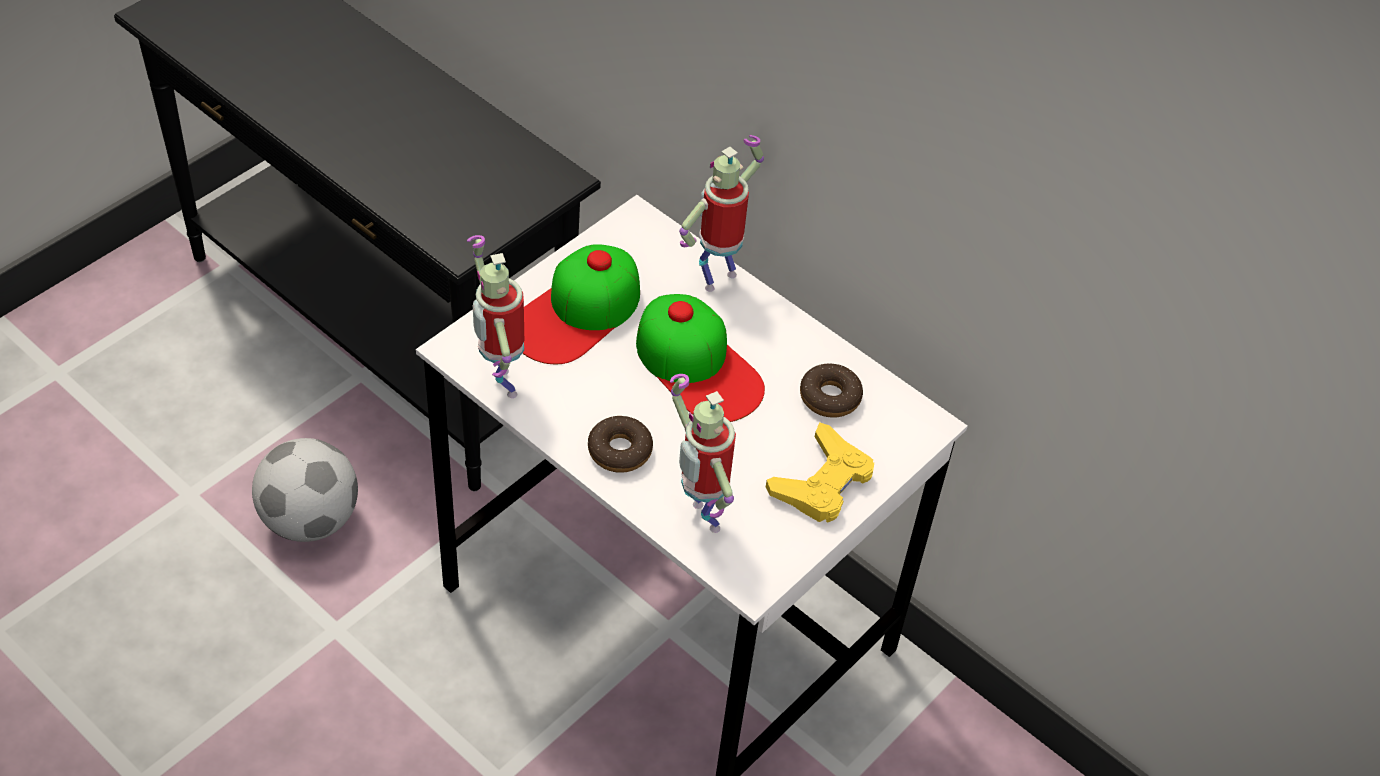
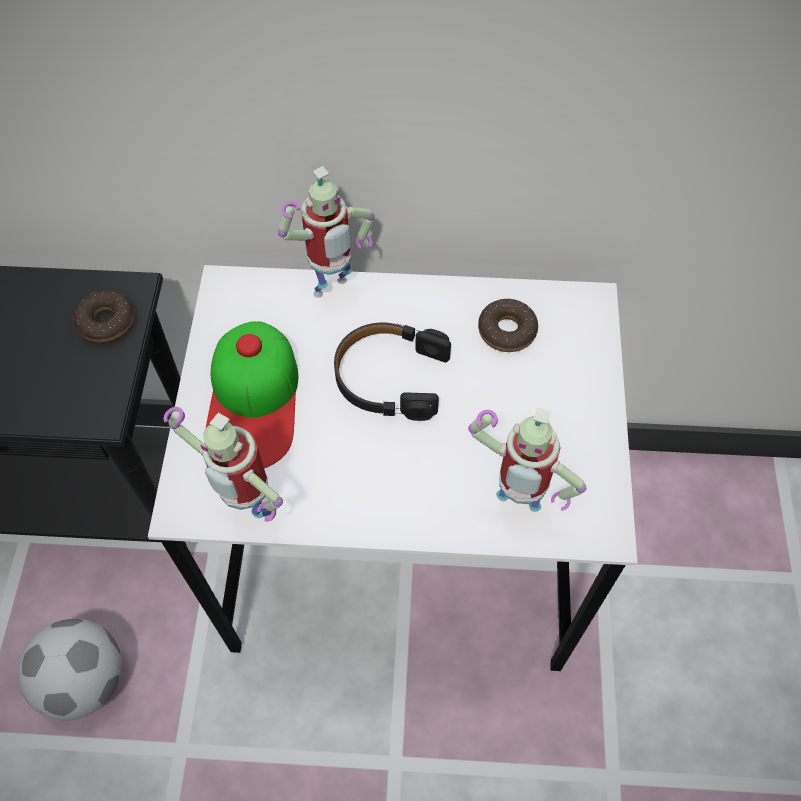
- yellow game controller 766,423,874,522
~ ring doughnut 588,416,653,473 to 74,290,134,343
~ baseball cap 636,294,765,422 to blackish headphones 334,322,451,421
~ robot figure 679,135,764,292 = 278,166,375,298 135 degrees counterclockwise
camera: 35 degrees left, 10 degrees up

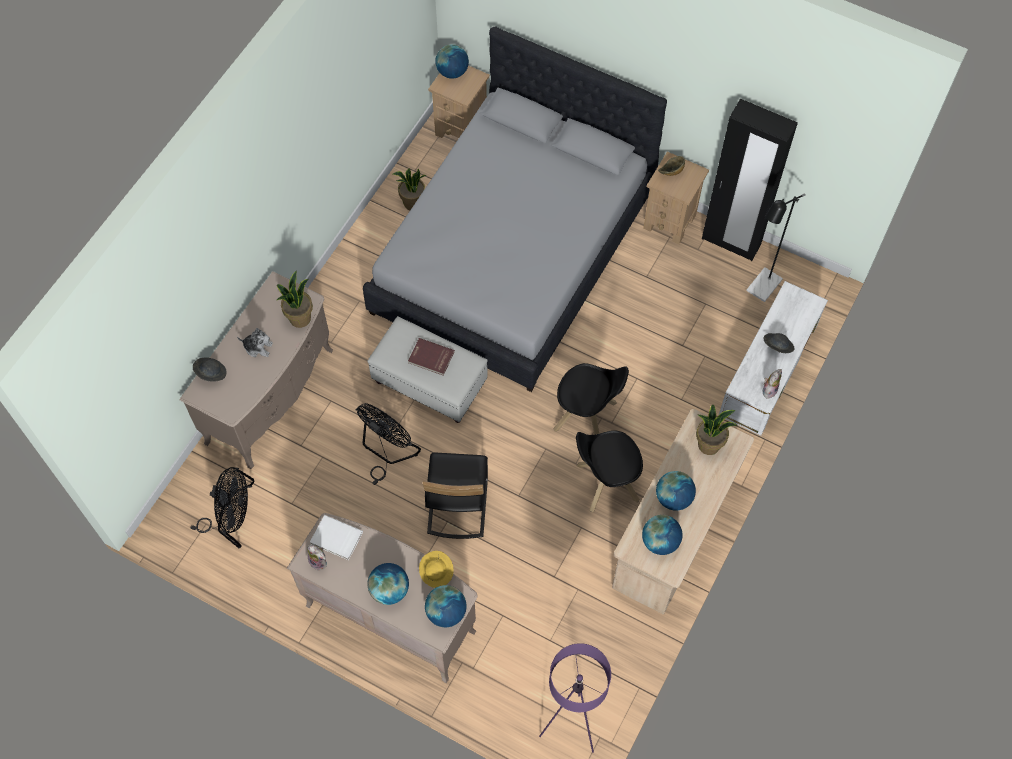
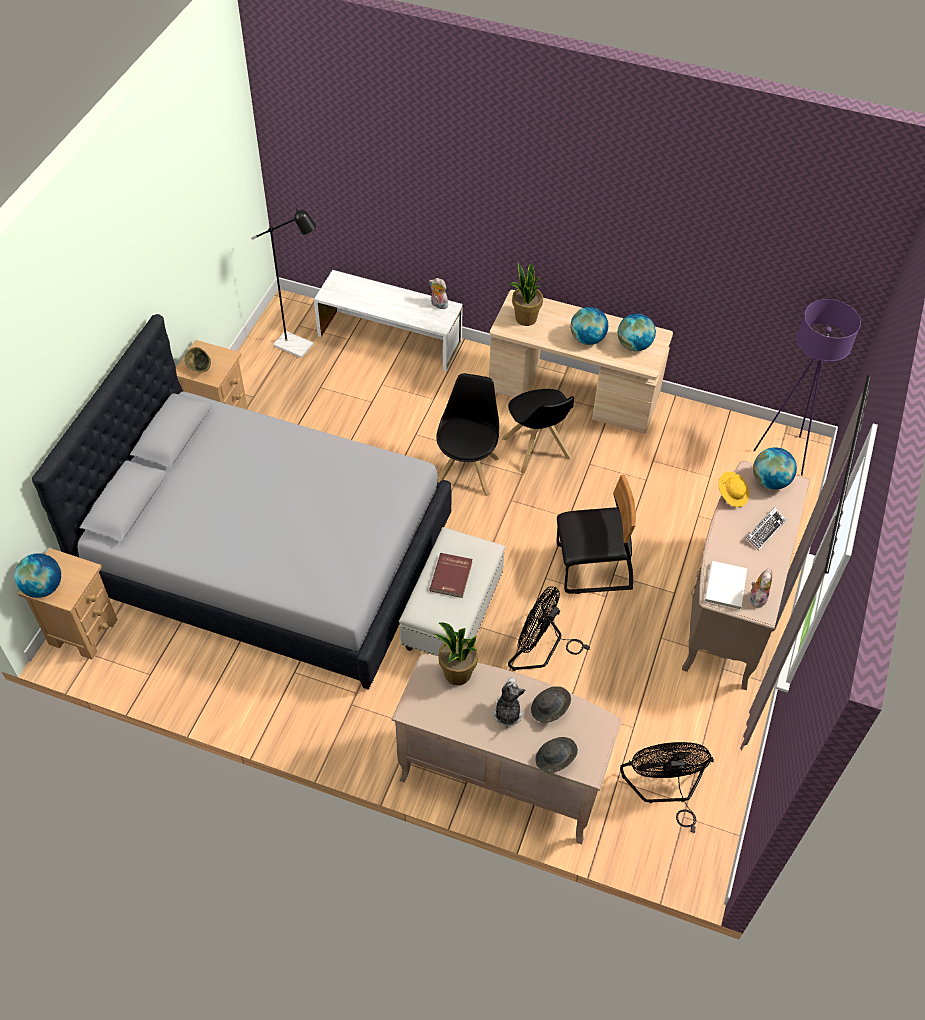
- houseplant 393,168,427,210
- blackish clothes cupboard 702,99,798,261
~ grey hat 763,333,794,353 to 531,686,571,723
~ world globe 367,563,409,605 to keyboard 746,507,787,551
camera: 100 degrees left, 10 degrees down

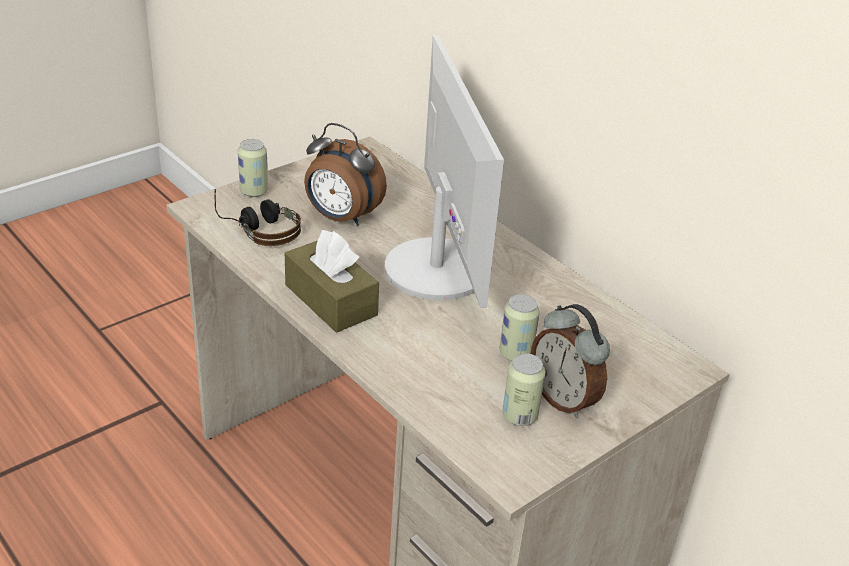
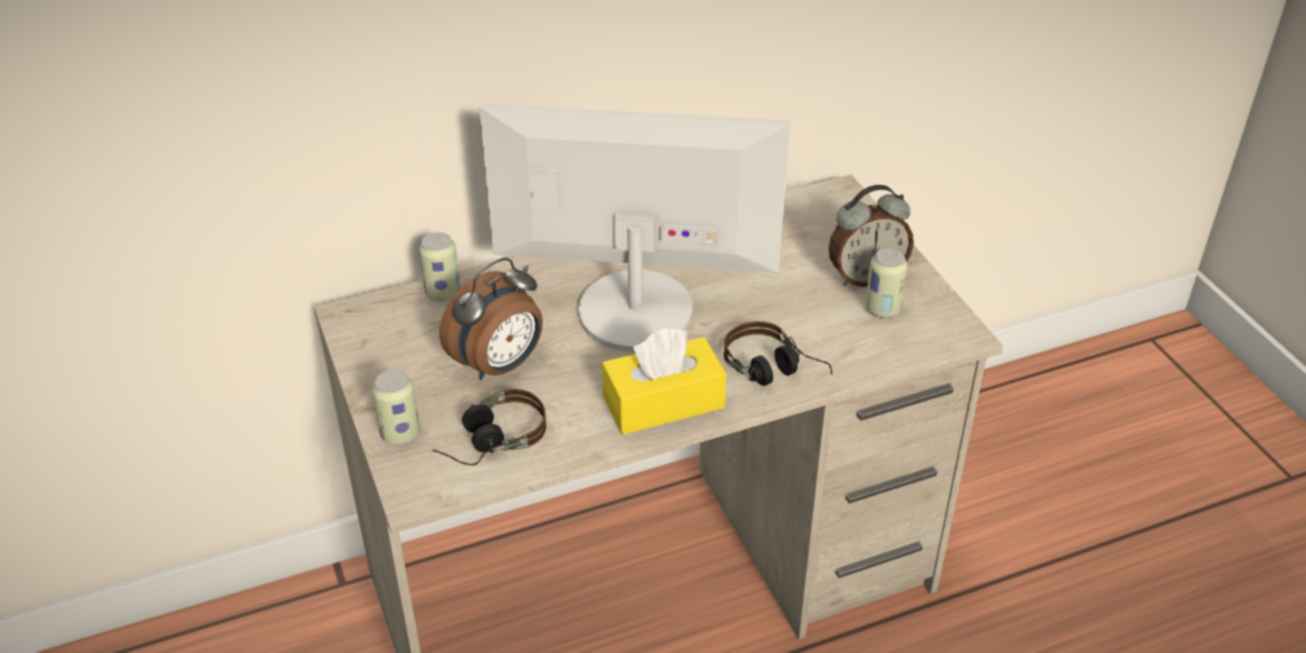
+ headphones 724,321,832,386
~ metal can 499,294,540,361 to 419,232,460,301
~ brown tissue holder 285,230,379,333 to yellow tissue holder 602,328,727,435
camera: 70 degrees left, 5 degrees up

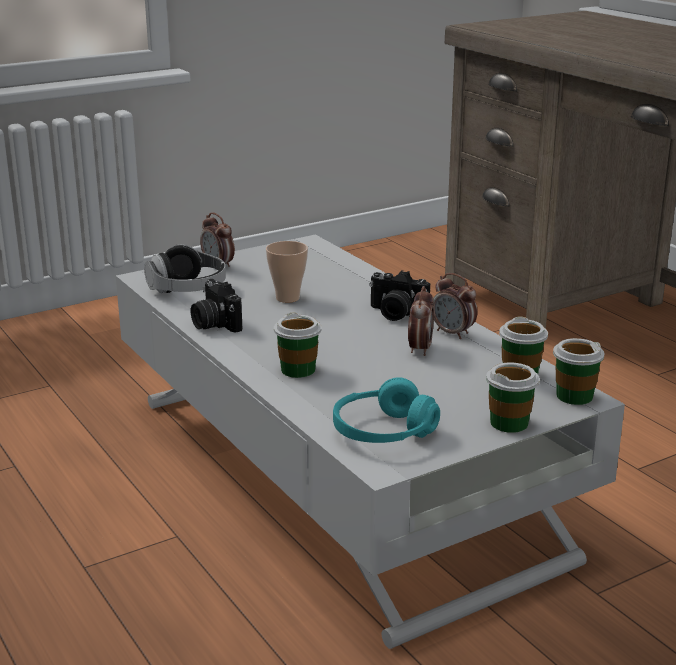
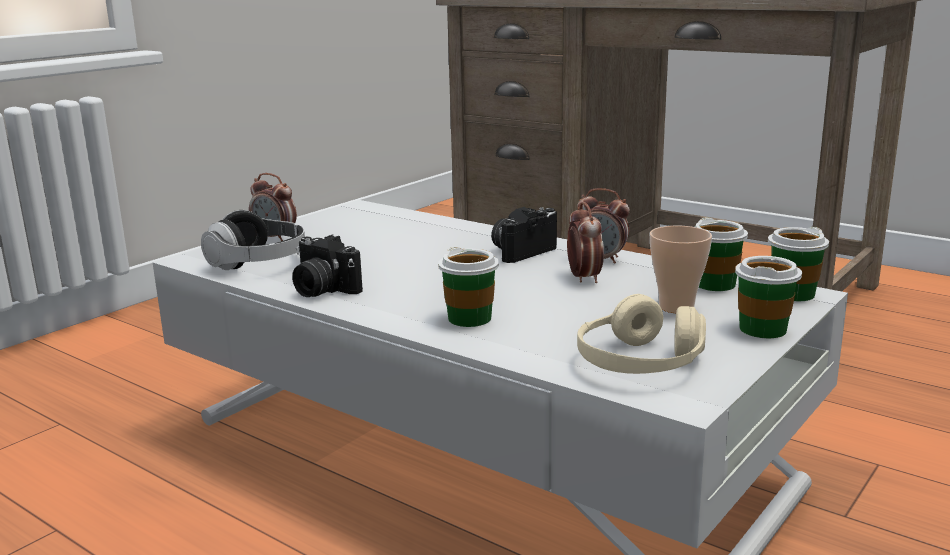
~ drinking cup 266,241,308,303 to 650,226,712,313
~ turquoise-coloured headphones 333,377,440,443 to beige headphones 577,294,706,374
~ still camera 369,270,430,321 = 491,207,557,263 135 degrees clockwise
camera: 20 degrees left, 5 degrees down

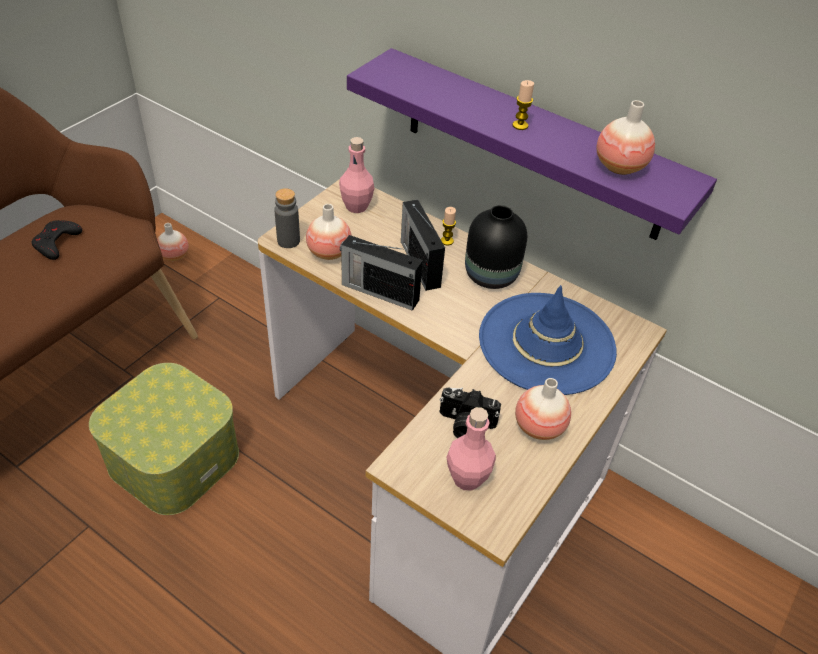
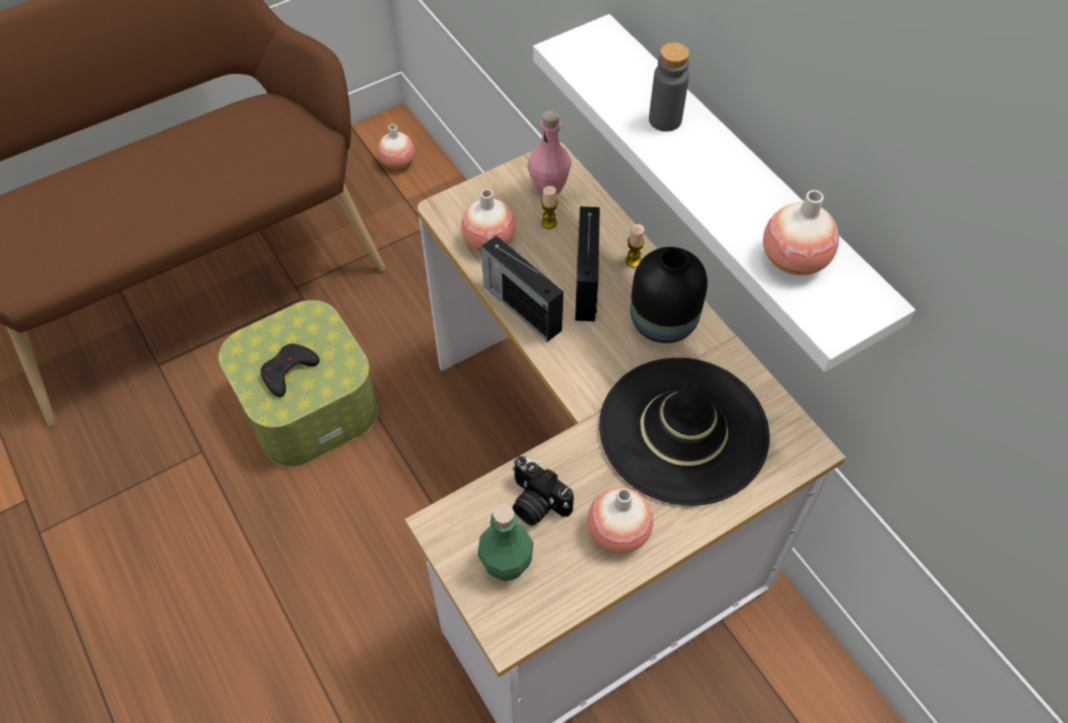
~ blackish game controller 32,220,82,260 to 261,344,320,397
~ grey drink bottle 274,188,300,248 to 649,42,689,132
~ wax light 512,80,534,130 to 541,186,558,229
~ purple shelf 347,48,717,240 to whitish shelf 533,14,915,372
~ pink drink bottle 446,407,496,491 to green drink bottle 478,504,533,581
~ blue hat 479,285,617,395 to blackish hat 599,358,769,506
camera: 25 degrees right, 10 degrees up

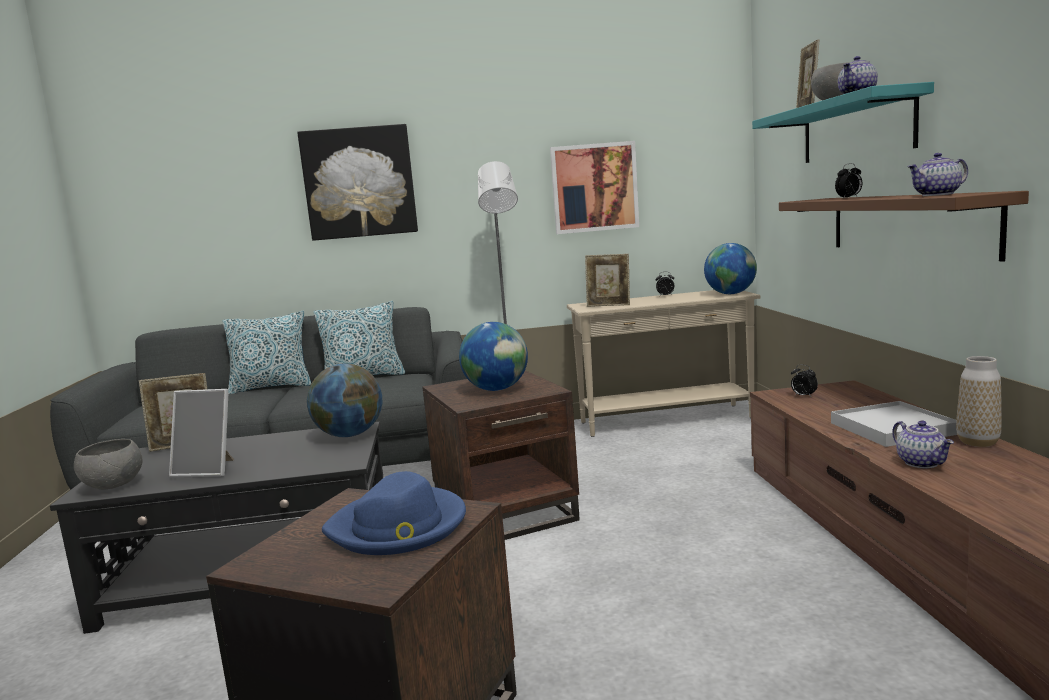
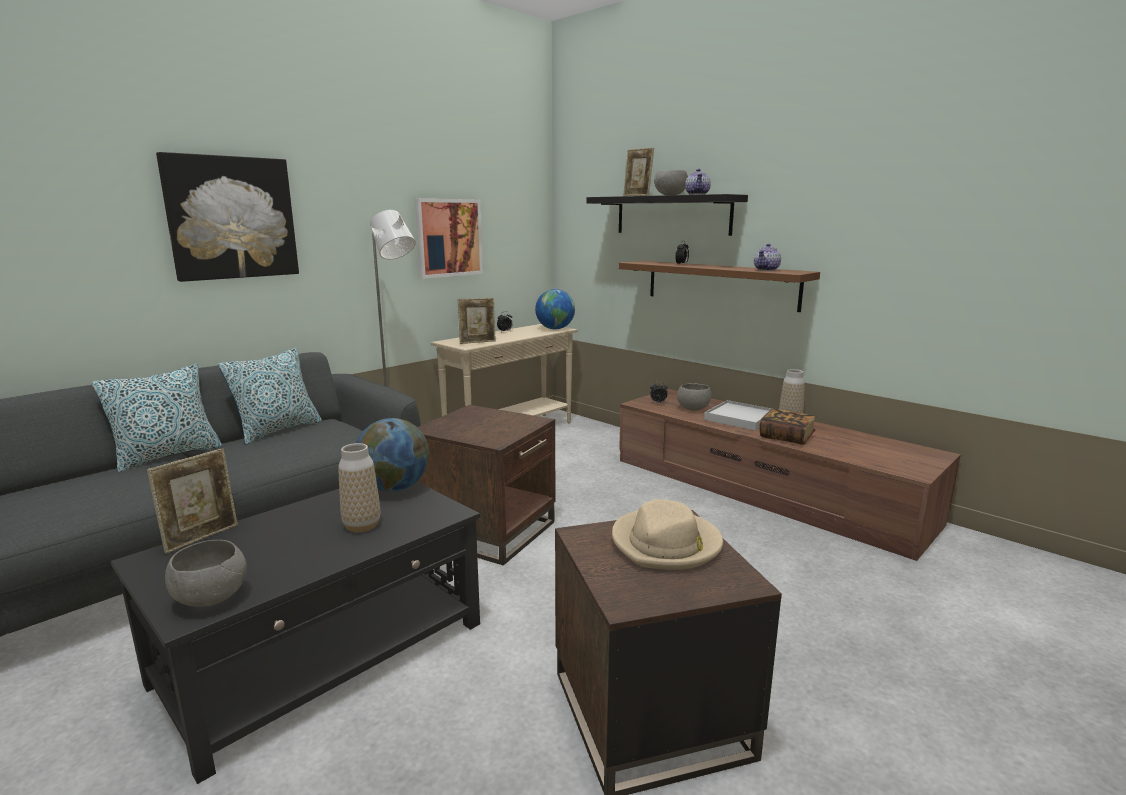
- photo frame 169,389,234,477
- world globe 459,322,528,391
+ vase 338,443,380,532
+ grey bowl 677,383,712,411
~ pot for tea 892,421,954,469 to bound book 760,408,816,445
~ blue hat 322,471,466,555 to beige hat 612,499,723,570
~ turquoise-coloured shelf 752,82,934,163 to blackish shelf 586,194,748,236
camera: 40 degrees left, 5 degrees up

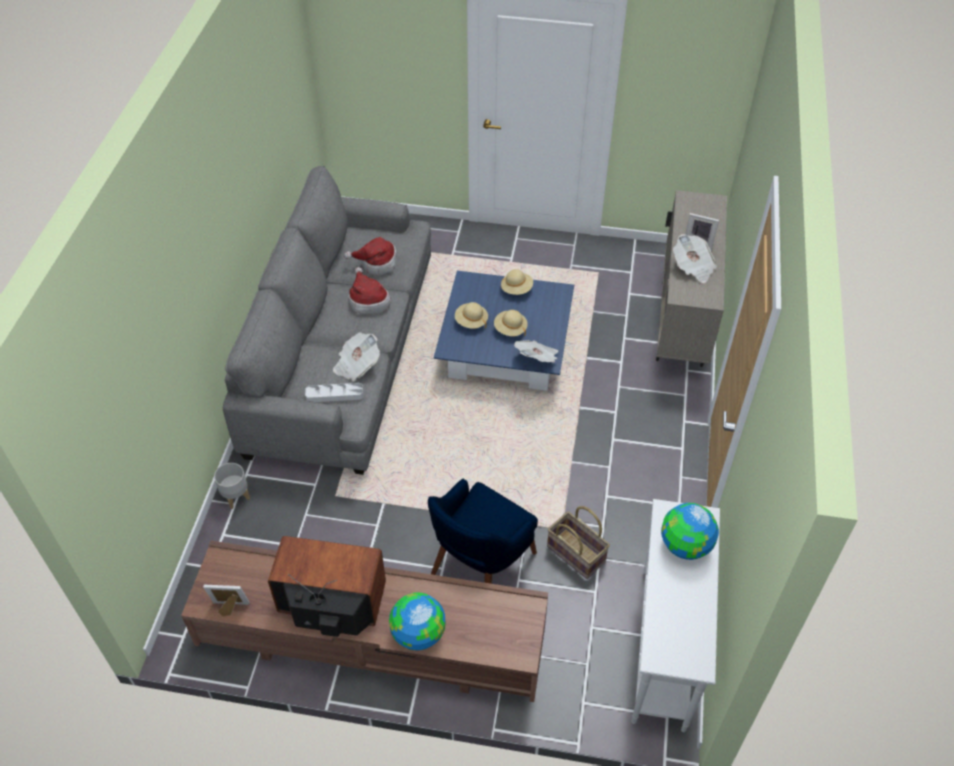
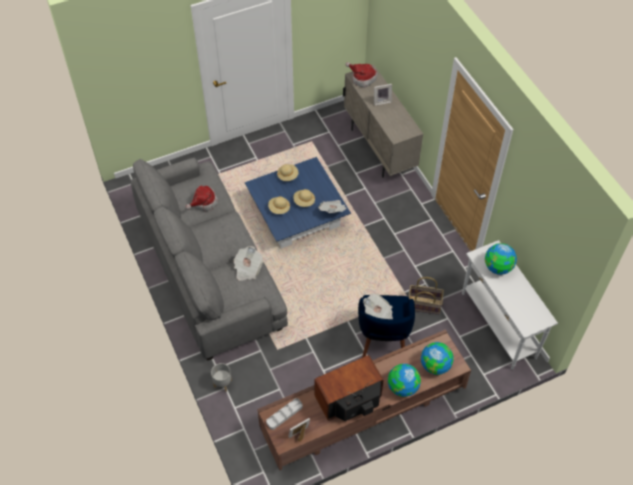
+ world globe 421,342,454,375
~ grey tray 305,383,363,402 to 266,398,303,430
~ hat 348,267,391,315 to 345,62,377,88
~ daily paper 673,234,717,283 to 363,293,393,319
camera: 35 degrees left, 5 degrees up

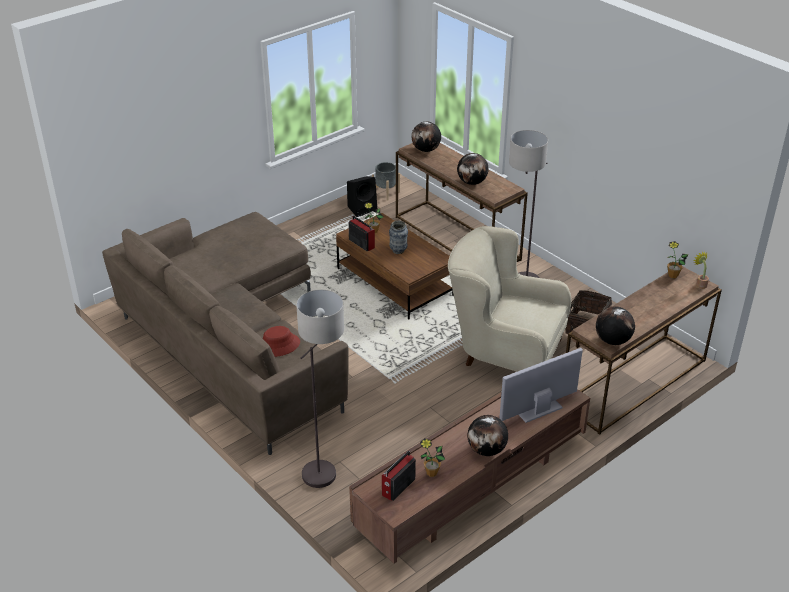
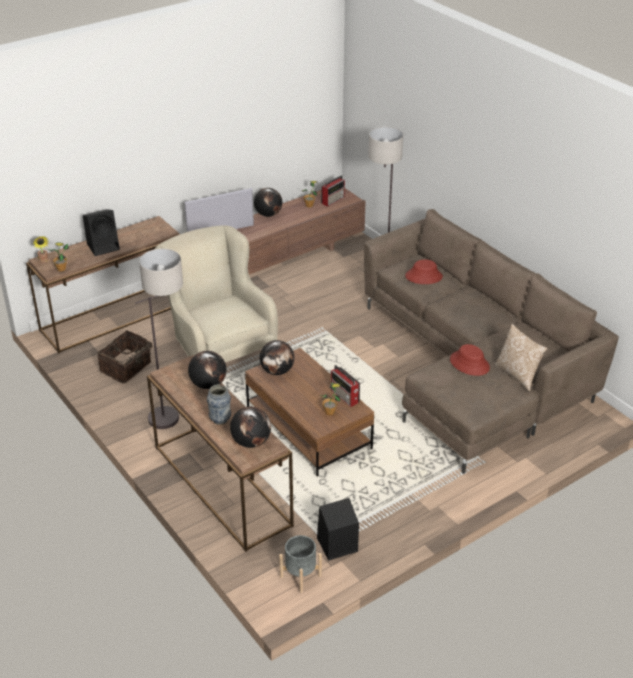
+ blackish audio speaker 83,209,120,256
+ reddish hat 450,344,490,376
+ throw pillow 495,324,548,391
~ vase 389,221,408,254 to 207,384,231,425
~ world globe 596,306,635,345 to 259,340,294,375
~ beige lounge chair 448,226,571,372 = 155,225,278,362 150 degrees counterclockwise
camera: 175 degrees left, 0 degrees up

